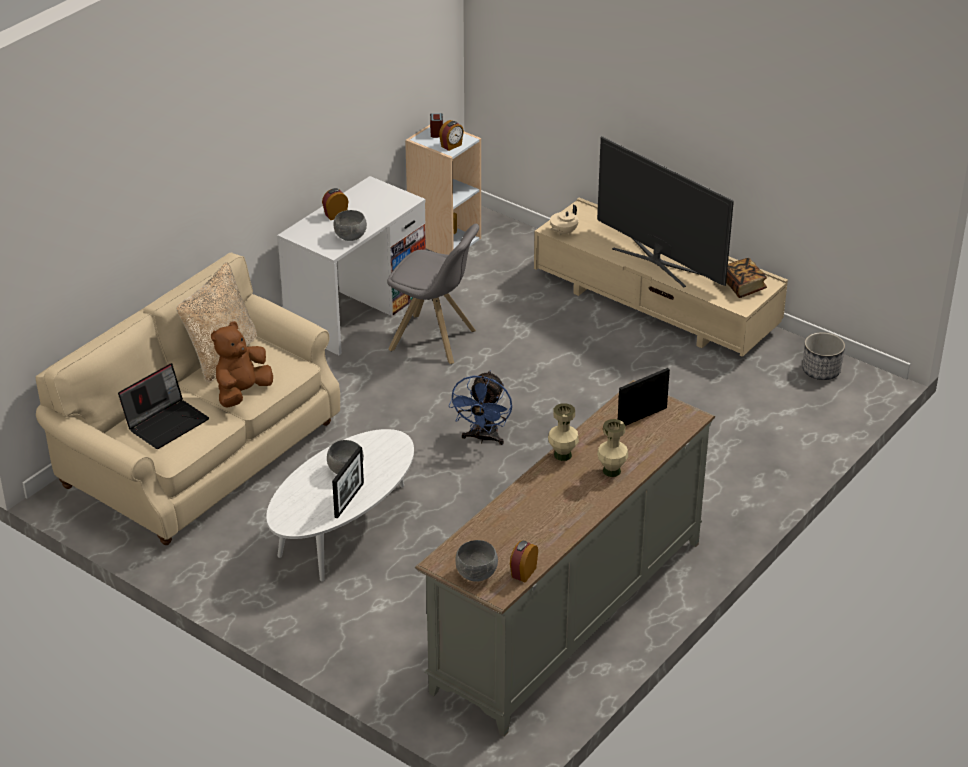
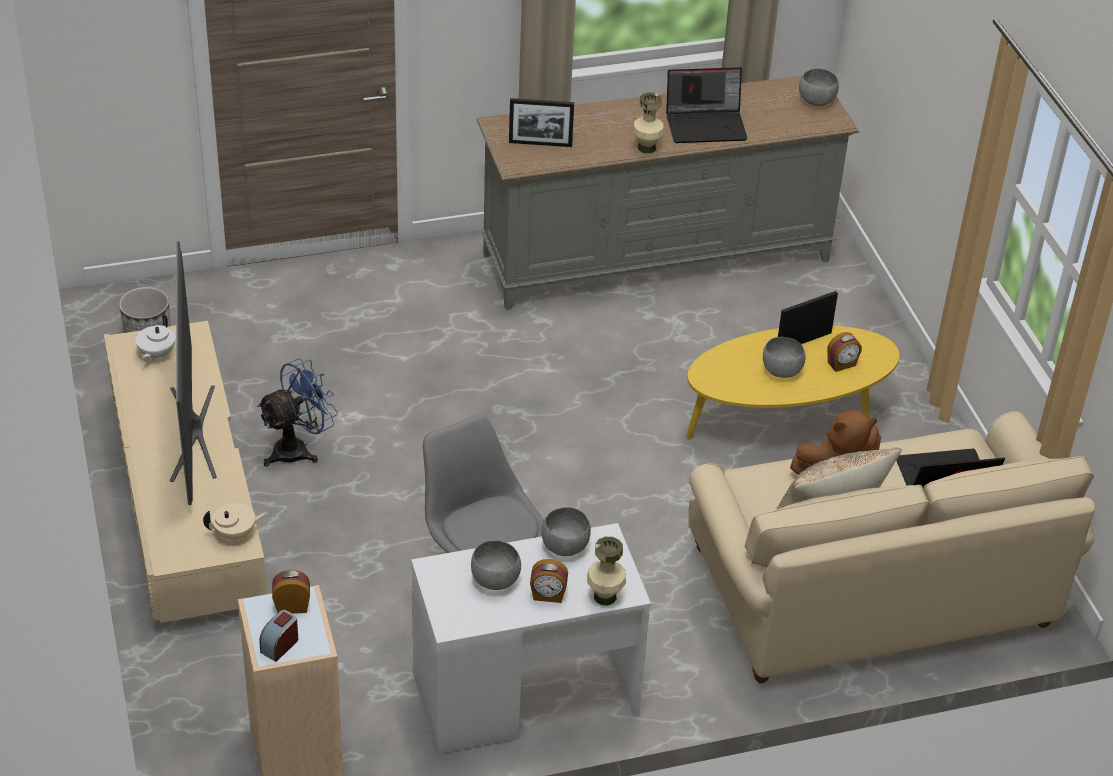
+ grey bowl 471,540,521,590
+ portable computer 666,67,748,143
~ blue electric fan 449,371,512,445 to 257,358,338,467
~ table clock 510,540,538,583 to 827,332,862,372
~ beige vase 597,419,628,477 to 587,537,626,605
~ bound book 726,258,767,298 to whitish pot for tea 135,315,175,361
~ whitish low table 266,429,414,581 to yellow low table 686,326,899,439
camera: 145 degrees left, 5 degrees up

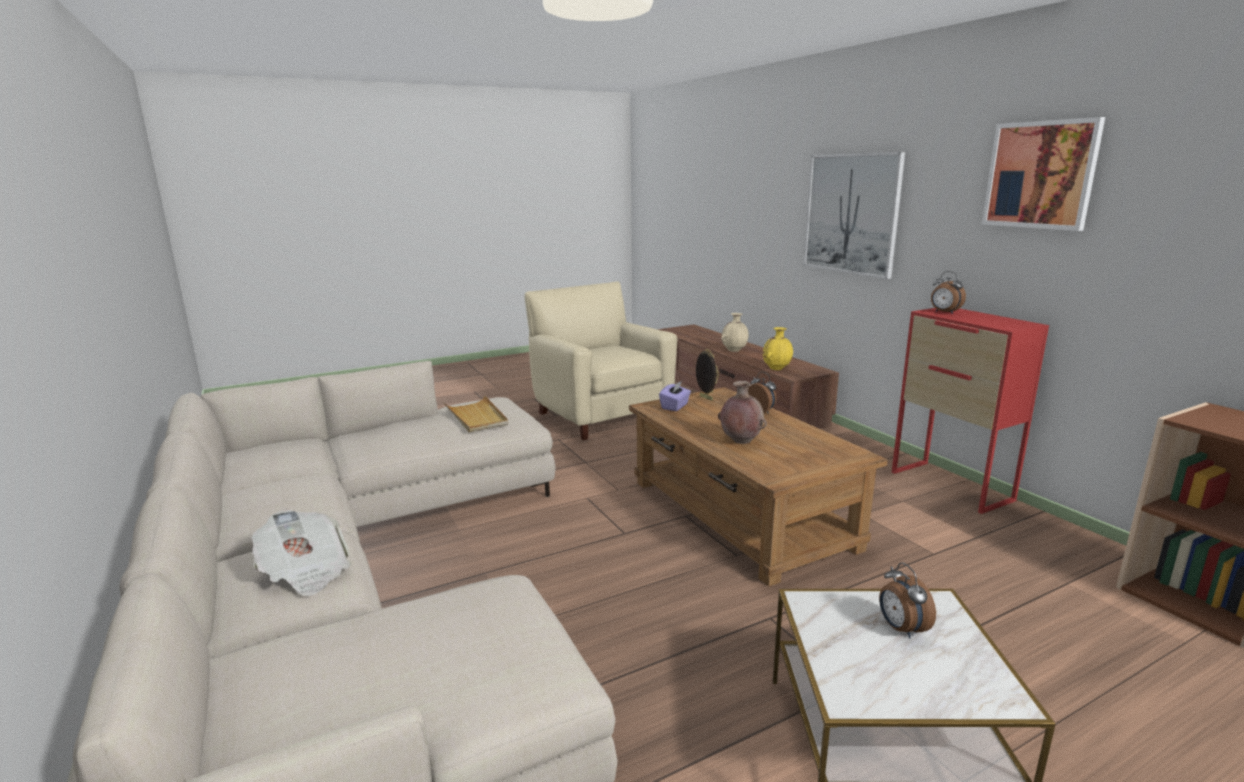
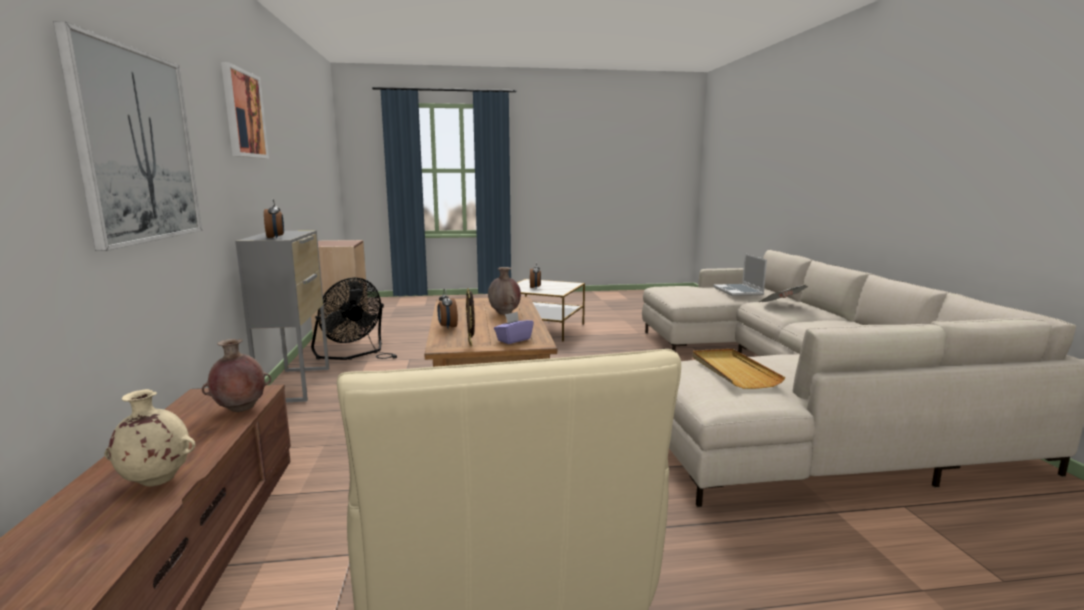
+ blackish electric fan 311,278,397,360
+ portable computer 713,253,767,296
~ yellow vase 763,327,793,370 to brown vase 202,339,271,412
~ reddish cupboard 891,308,1049,514 to grey cupboard 235,230,329,402
camera: 160 degrees left, 5 degrees down

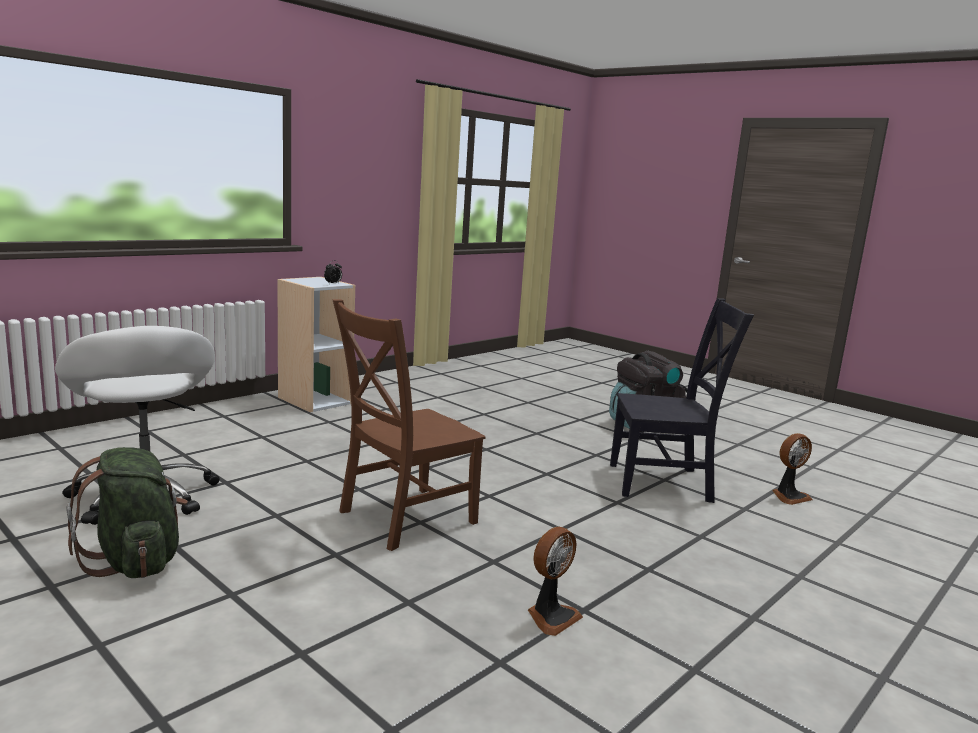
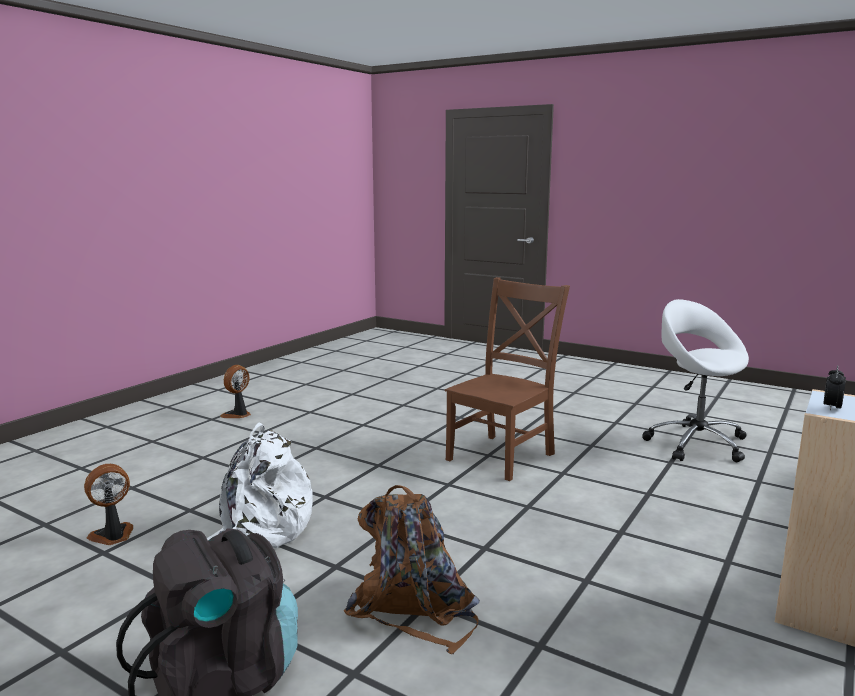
- green rucksack 66,447,188,578
+ brown rucksack 344,485,480,654
~ electric fan 528,527,583,636 to 220,365,251,418
~ blackish plain chair 610,298,754,503 to whitish rucksack 207,423,313,548
camera: 170 degrees right, 0 degrees up

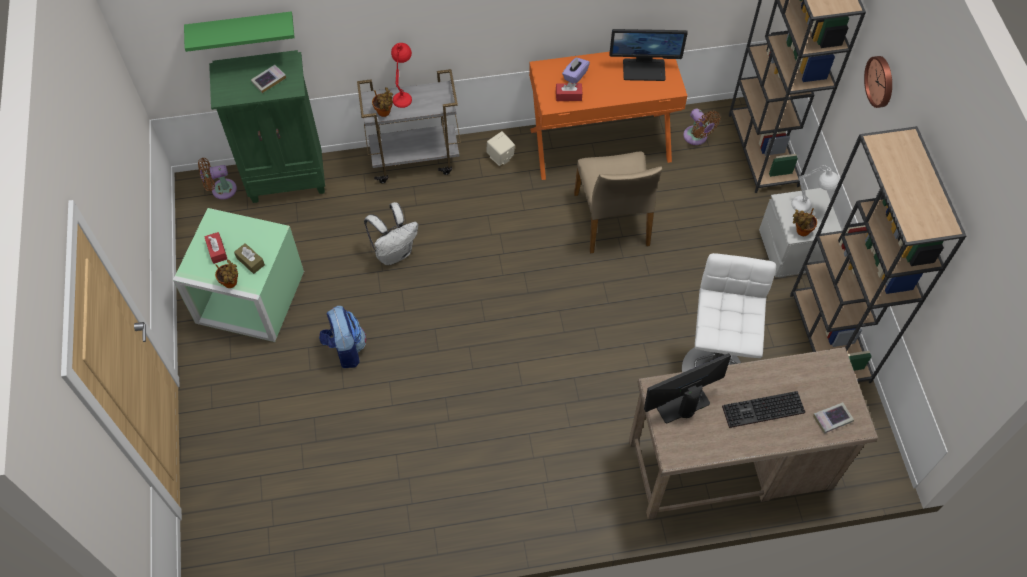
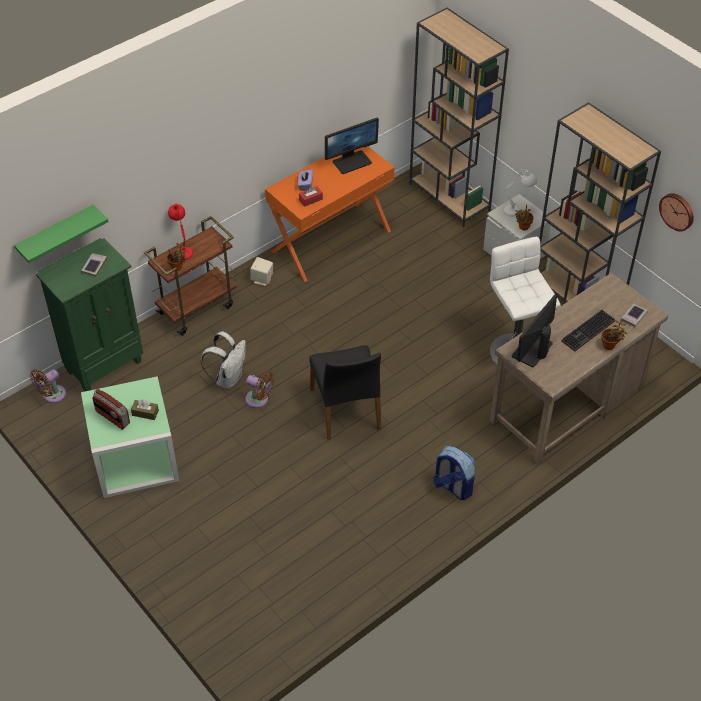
- beige plain chair 574,151,662,253
+ blackish plain chair 309,345,381,440
~ houseplant 215,260,238,288 to 601,320,627,350
~ rucksack 319,306,366,368 to 433,446,475,500
~ brown electric fan 683,108,720,145 to 246,371,274,408
~ hanging clock 864,56,892,108 to 659,193,694,232
~ reddish tissue holder 204,232,227,264 to radio set 92,389,130,429
~ grey cart 357,69,461,184 to brown cart 144,216,237,336
camera: 30 degrees left, 10 degrees down

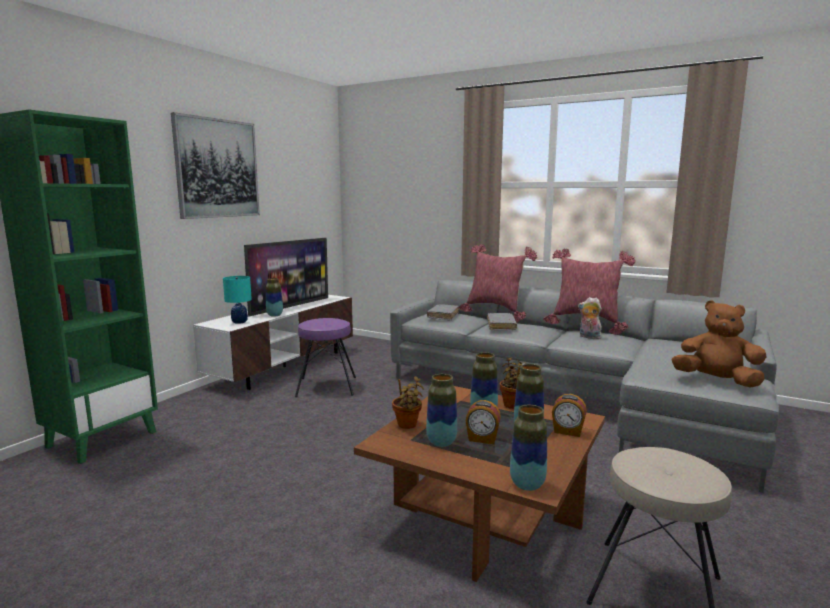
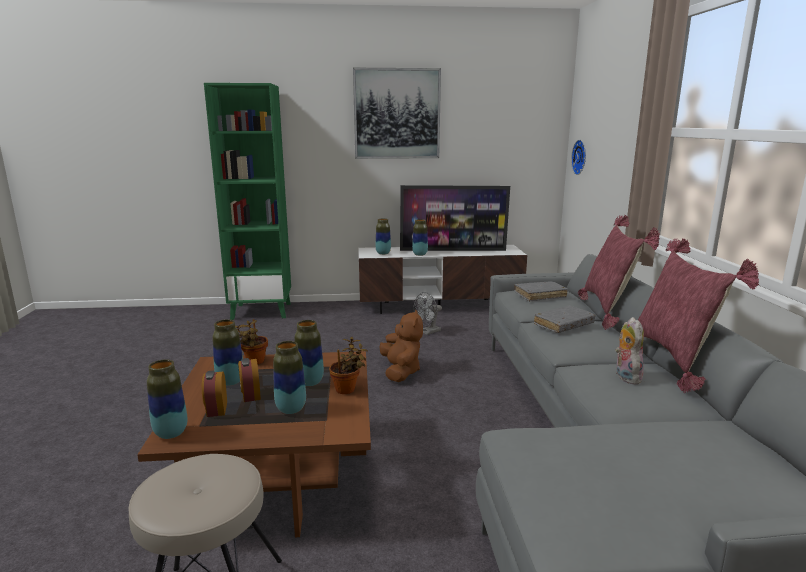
+ hanging clock 571,140,586,175
~ table clock 552,394,587,437 to 202,370,227,417
~ brown soft toy 672,300,766,388 to 379,310,423,382
~ turquoise-coloured tabletop lamp 223,276,252,324 to vase 376,218,391,255
~ purple stool 295,318,356,397 to grey electric fan 413,292,442,335
camera: 55 degrees right, 5 degrees up

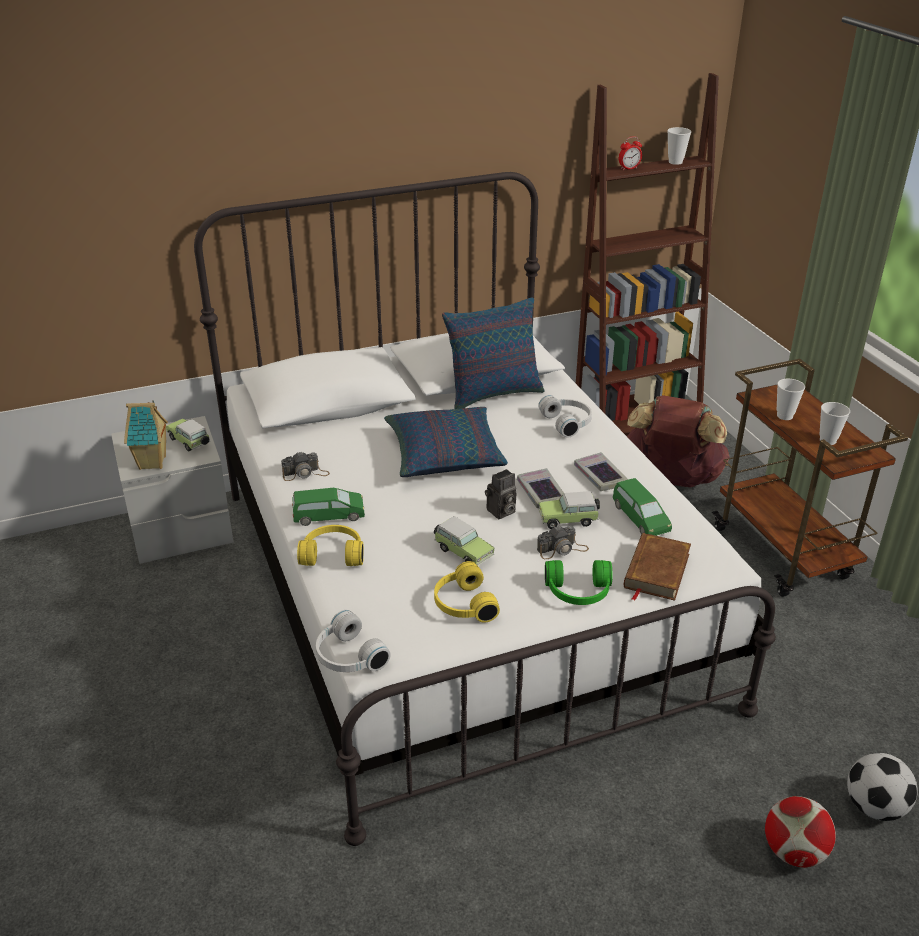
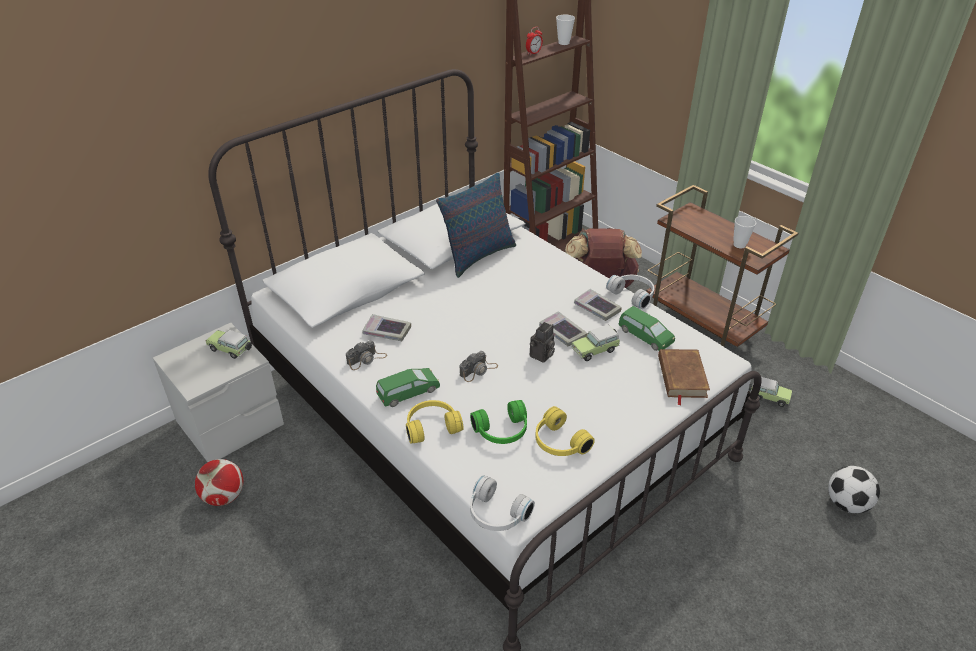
- model house 124,400,168,470
- blue throw pillow 384,407,508,477
- drinking cup 777,379,805,420
+ bound book 362,314,411,341
~ model car 434,516,494,566 to 749,377,792,407
~ still camera 537,525,589,559 to 460,351,498,382
~ whitish headphones 538,395,592,438 to 606,275,655,309
~ green headphones 545,560,613,605 to 470,400,527,444
~ football ball 765,796,836,868 to 195,459,243,506
camera: 20 degrees left, 5 degrees up

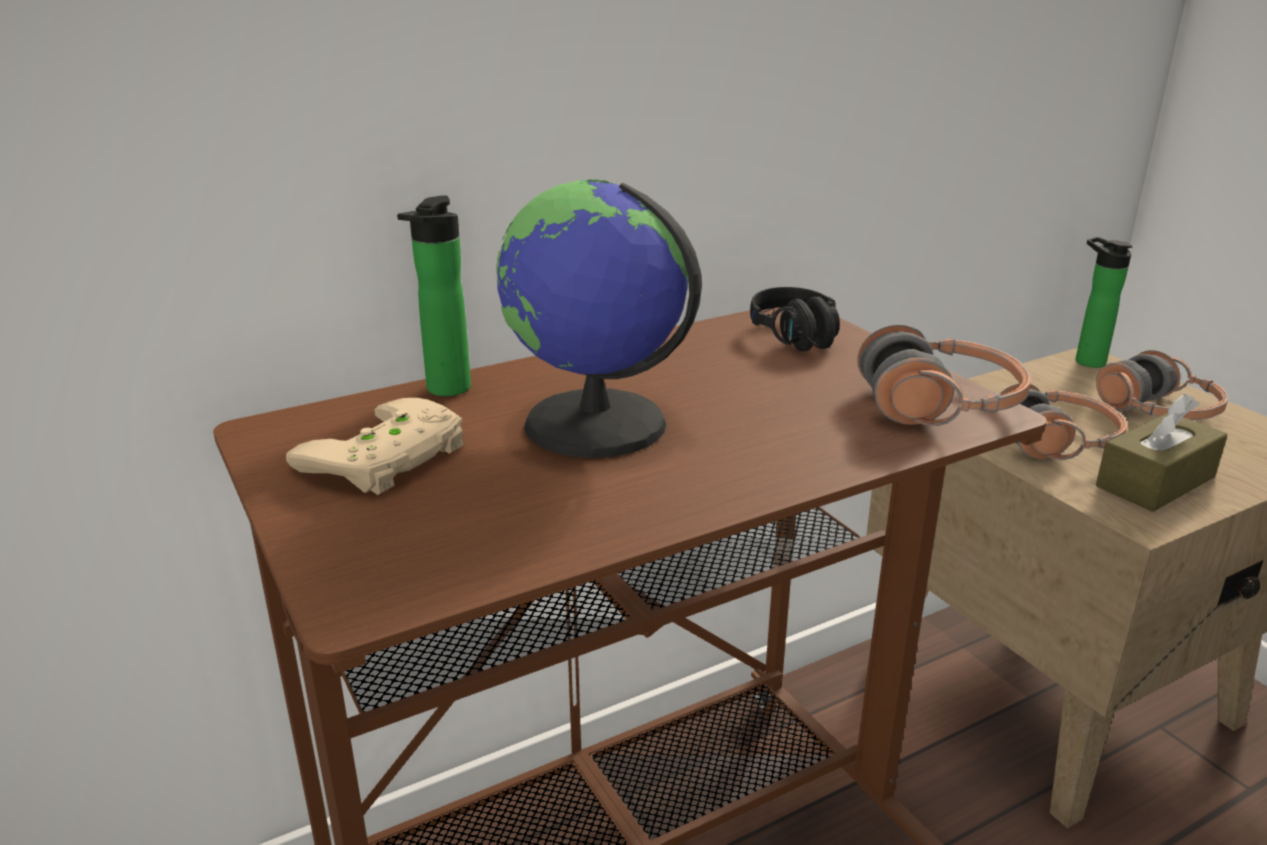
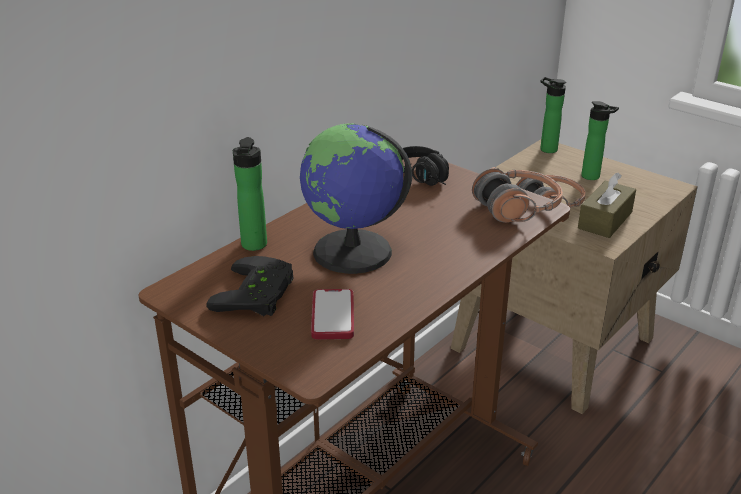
+ telephone 311,289,354,339
~ headphones 1096,350,1229,420 to drink bottle 581,101,619,180
~ beige game controller 286,398,464,495 to blackish game controller 206,256,293,316
camera: 20 degrees left, 5 degrees up

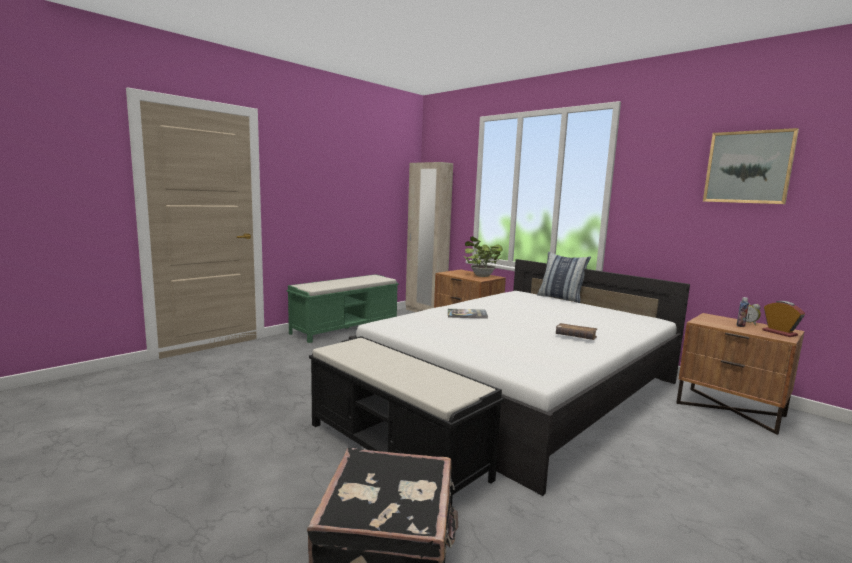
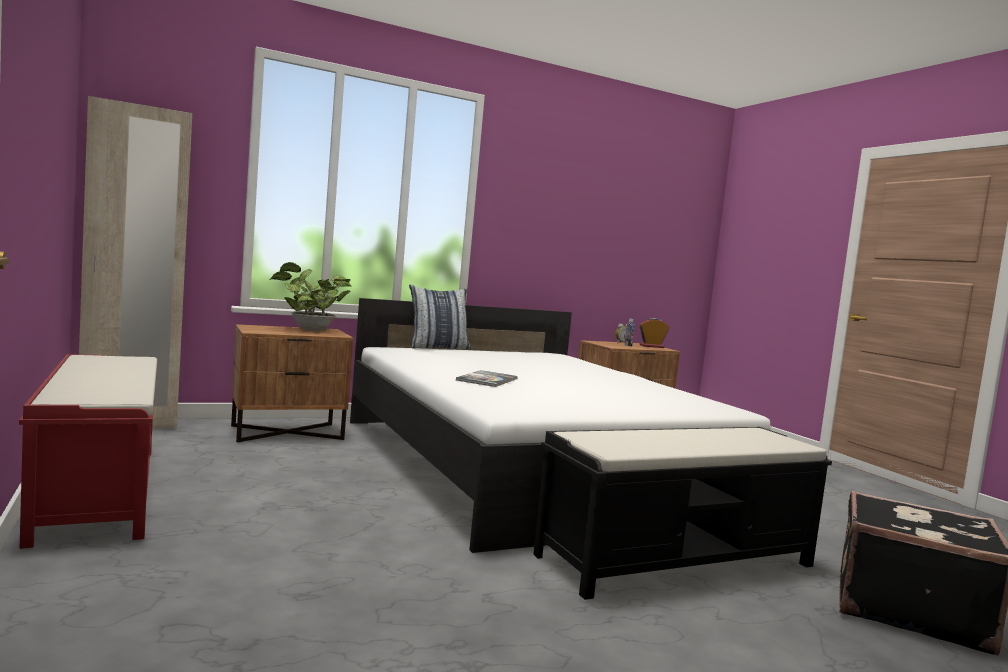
- brown bound book 556,323,598,340
- picture 703,128,799,204
~ green indoor bench 287,274,399,343 to reddish indoor bench 19,354,157,549
camera: 70 degrees left, 5 degrees down

